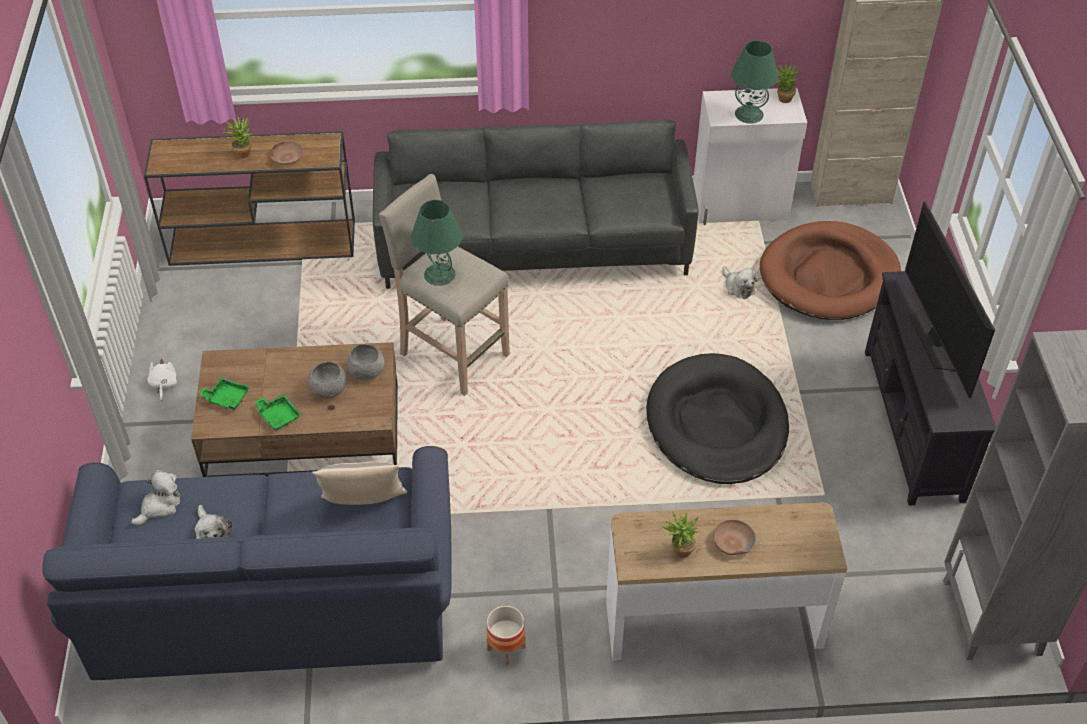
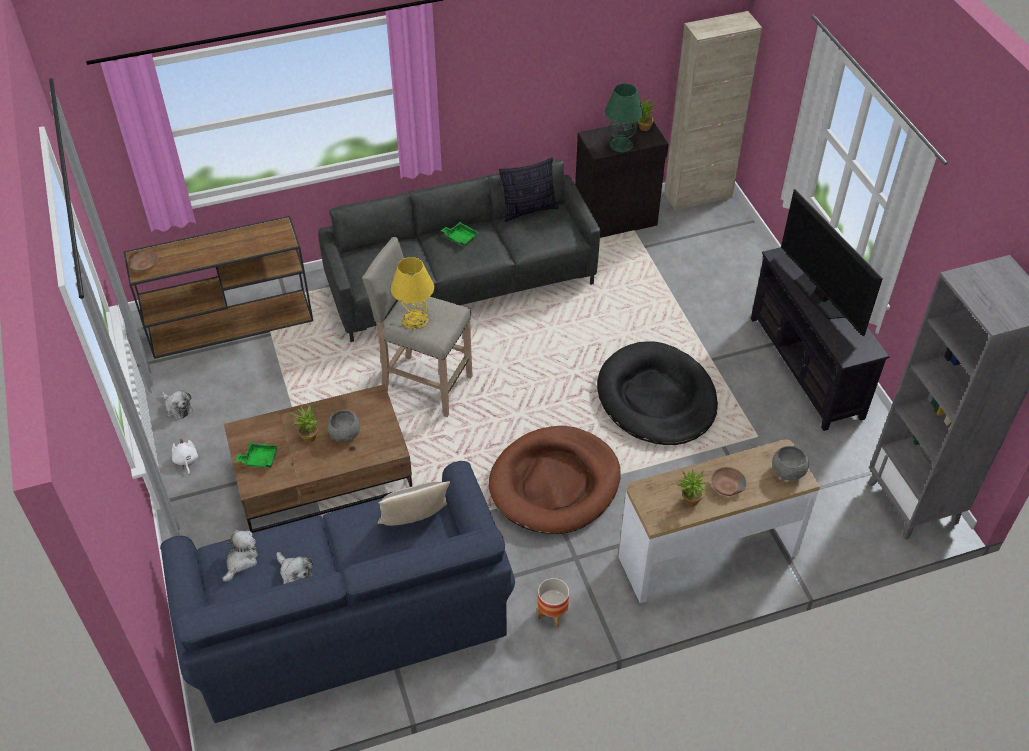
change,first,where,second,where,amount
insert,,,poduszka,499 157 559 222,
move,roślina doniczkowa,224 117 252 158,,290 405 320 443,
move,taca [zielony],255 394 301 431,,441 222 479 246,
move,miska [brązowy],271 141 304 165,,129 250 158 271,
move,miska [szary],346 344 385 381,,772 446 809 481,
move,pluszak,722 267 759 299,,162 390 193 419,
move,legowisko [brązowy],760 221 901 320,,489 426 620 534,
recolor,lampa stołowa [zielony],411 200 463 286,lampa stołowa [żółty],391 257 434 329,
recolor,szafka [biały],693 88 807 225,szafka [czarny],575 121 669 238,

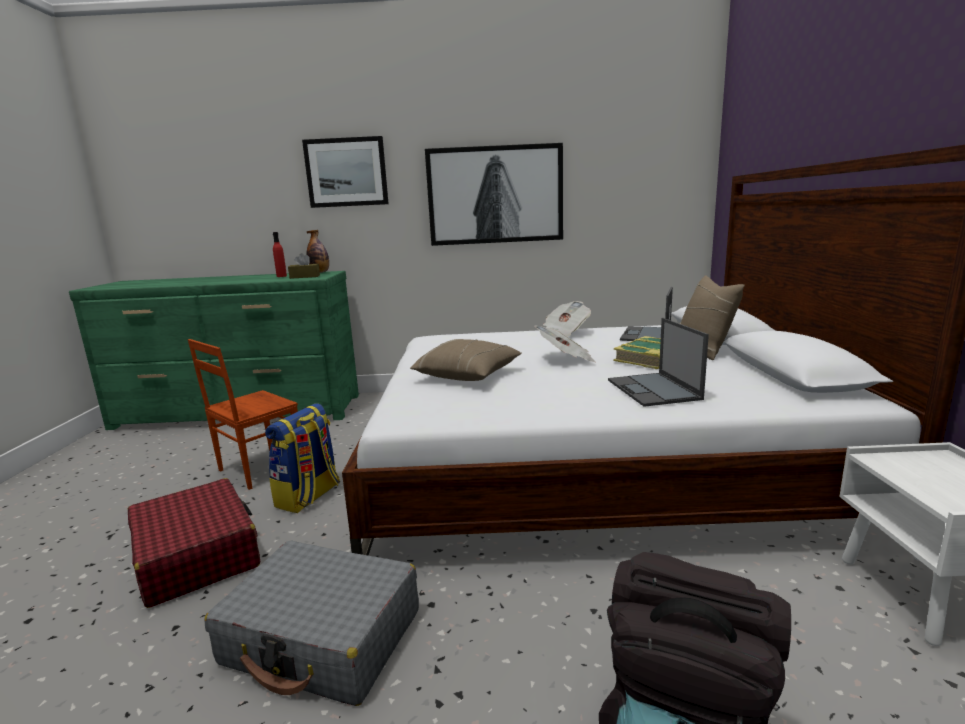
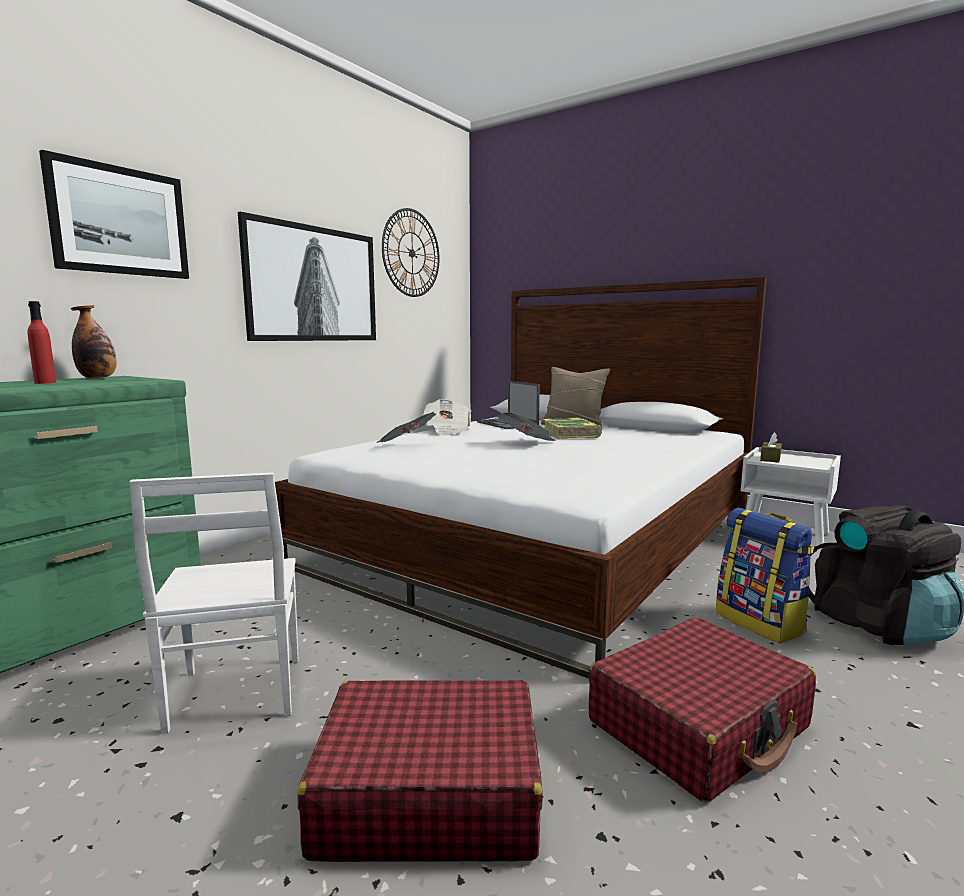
change,first,where,second,where,amount
delete,poduszka [beżowy],410 339 522 381,,,
delete,laptop,608 318 709 407,,,
insert,,,gazeta,377 412 436 443,
insert,,,zegar ścienny,382 208 440 297,
move,plecak,265 403 340 513,,716 508 814 643,
move,pudełko chusteczek [brązowy],288 253 320 279,,760 432 782 463,
recolor,krzesło [brązowy],188 339 298 490,krzesło [biały],129 473 298 734,
recolor,walizka [szary],204 540 419 706,walizka [czerwony],588 617 816 803,

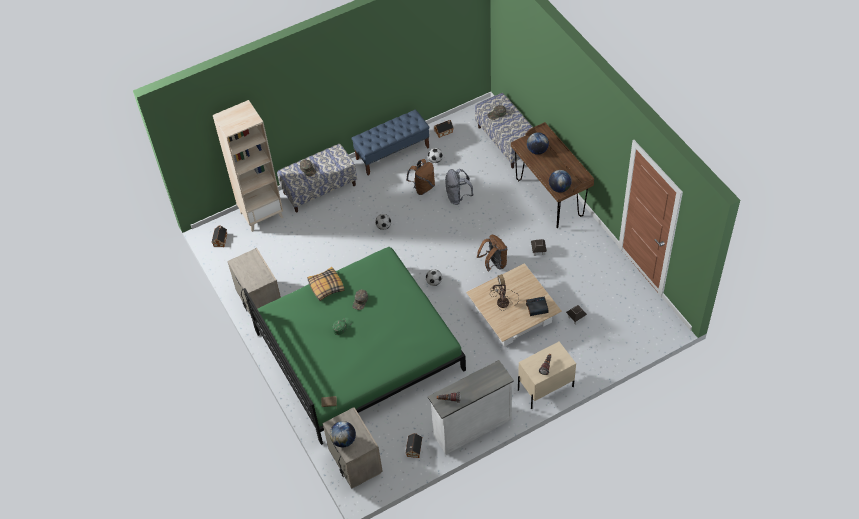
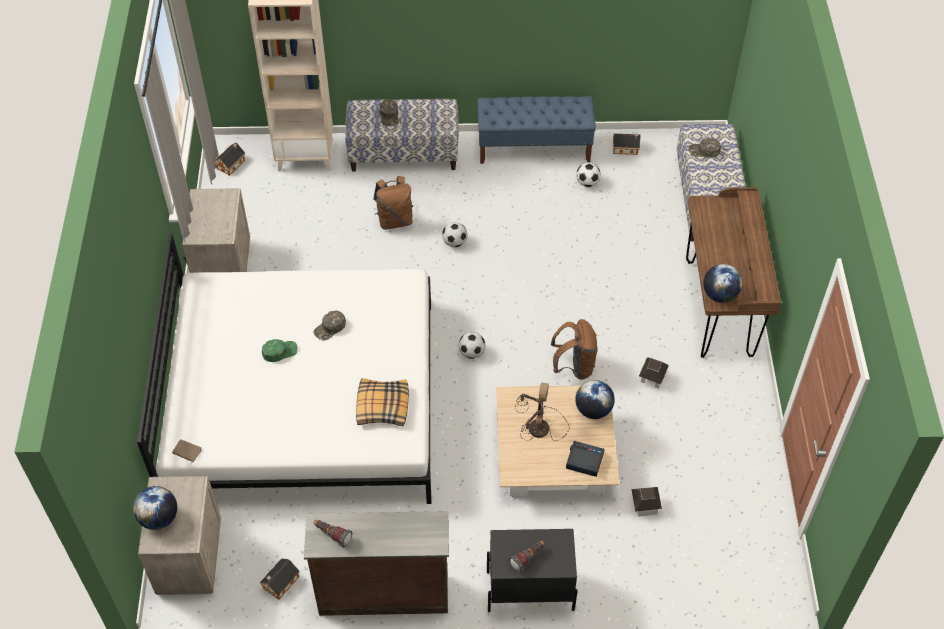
change,first,where,second,where,amount
delete,plecak [szary],445 169 473 205,,,
move,poduszka,307 267 345 301,,356 378 409 427,
move,plecak [brązowy],406 159 435 195,,373 176 414 230,
move,globus,527 132 549 155,,575 380 615 419,
recolor,łóżko [zielony],243 247 466 445,łóżko [biały],137 233 431 504,
recolor,komoda [biały],428 360 514 454,komoda [brązowy],304 511 449 616,
recolor,szafka nocna [beżowy],518 342 576 409,szafka nocna [czarny],487 529 578 612,

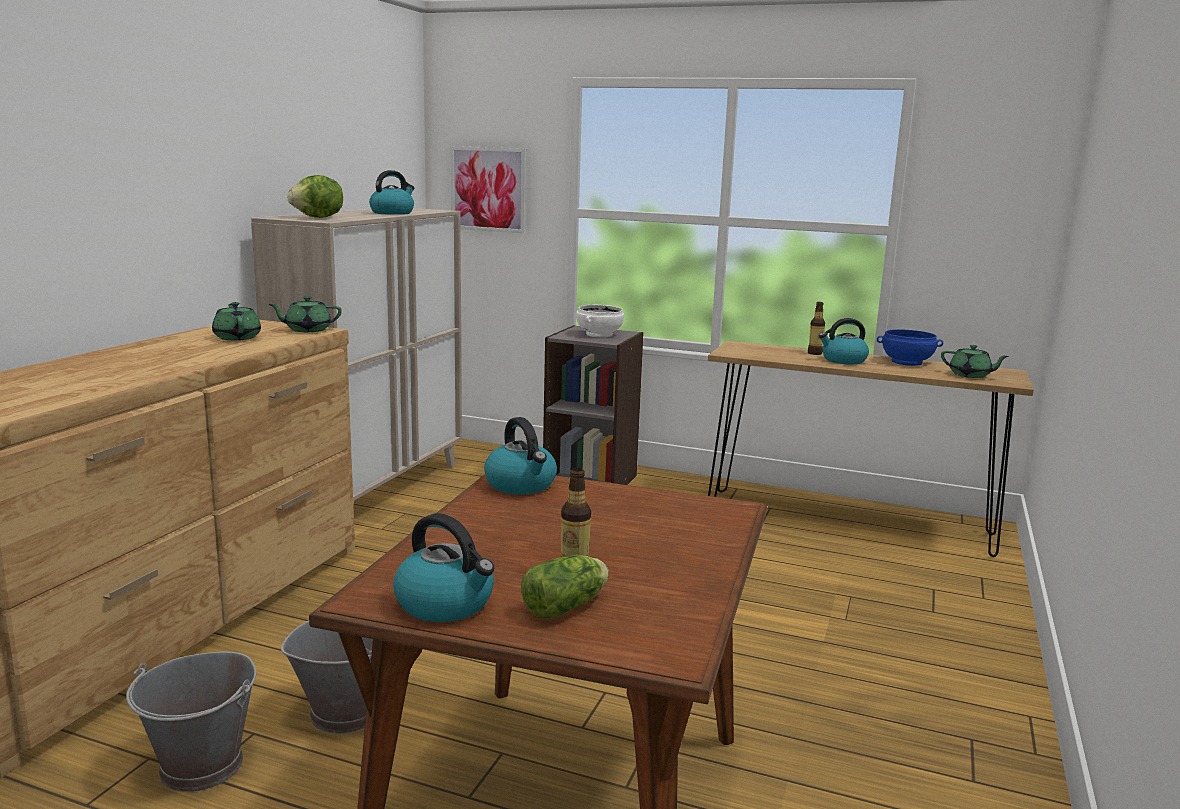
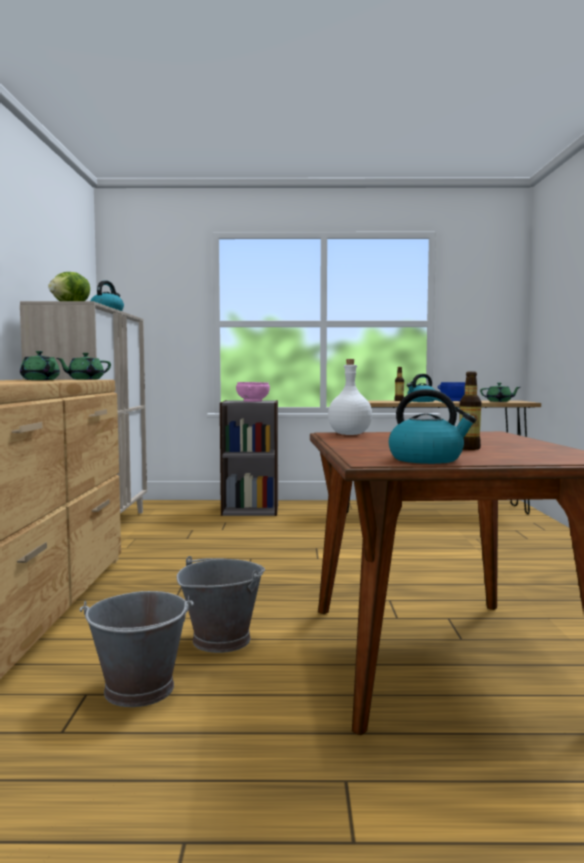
change,first,where,second,where,amount
delete,obraz,450 146 527 233,,,
delete,sałata,521 555 609 619,,,
replace,czajnik,484 417 557 495,butelka [biały],328 359 372 435,
recolor,miska [biały],576 305 624 337,miska [różowy],236 382 270 402,

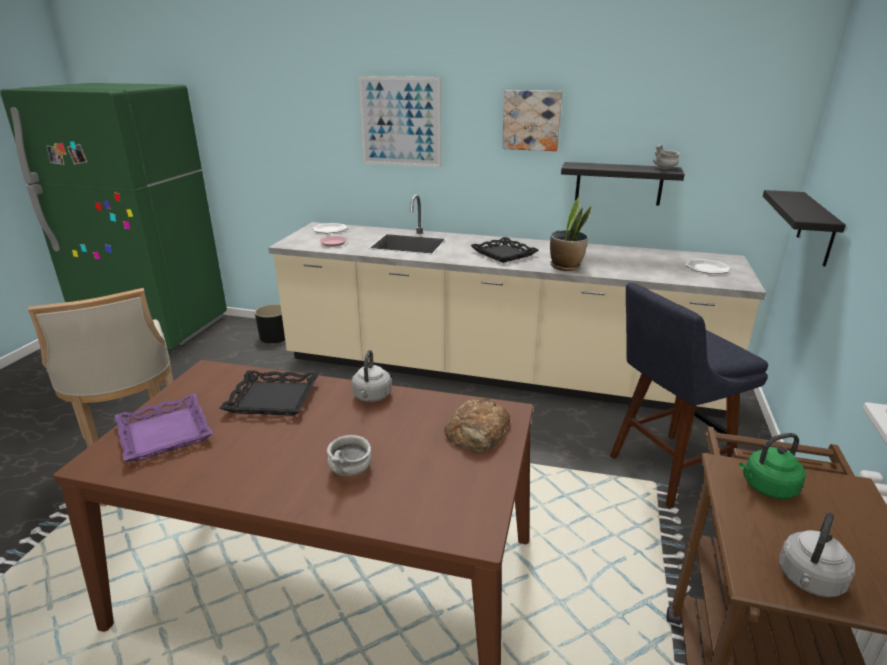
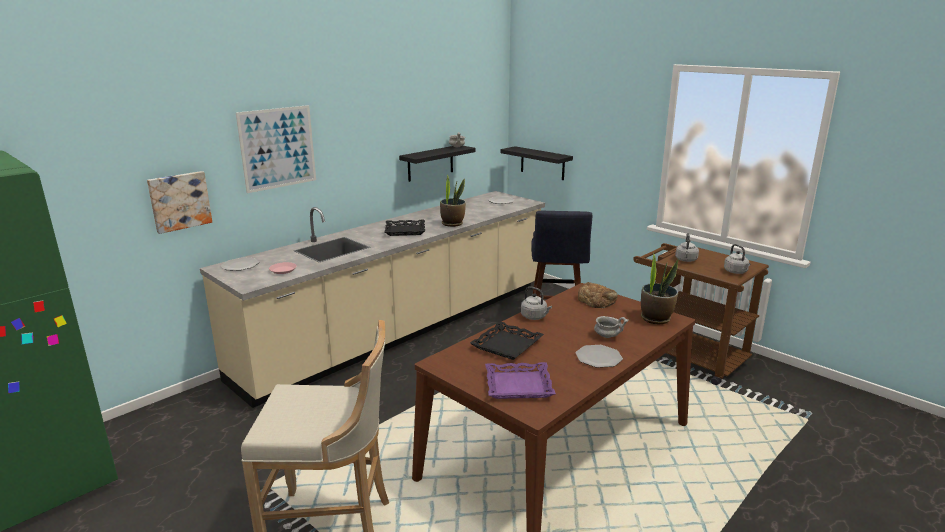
change,first,where,second,where,amount
delete,donica [czarny],255 304 285 343,,,
insert,,,talerz,576 345 623 368,
insert,,,roślina doniczkowa,641 253 678 324,
move,obraz,502 90 562 151,,147 171 212 234,
recolor,czajnik [zielony],739 433 805 499,czajnik [szary],675 233 699 262,

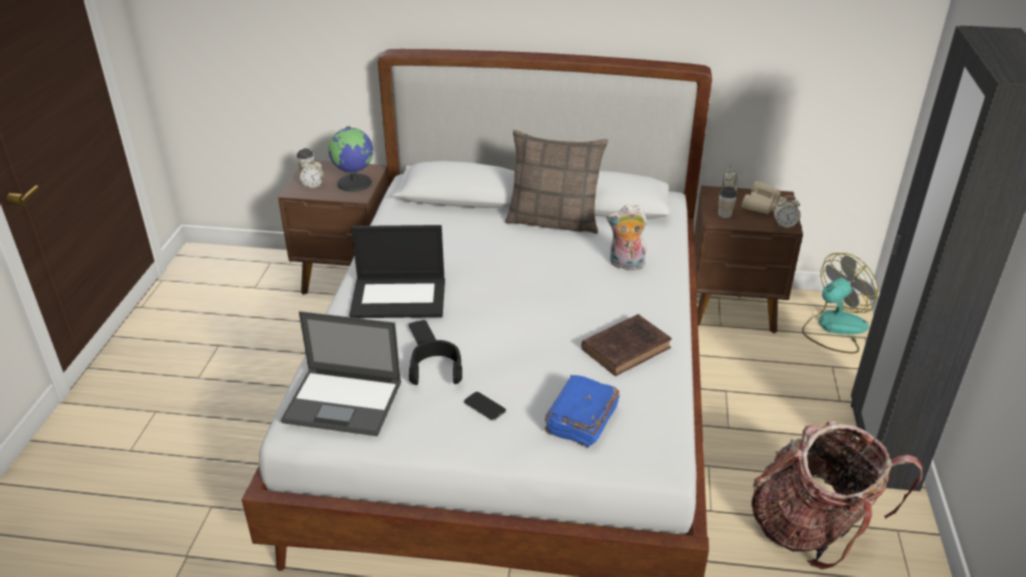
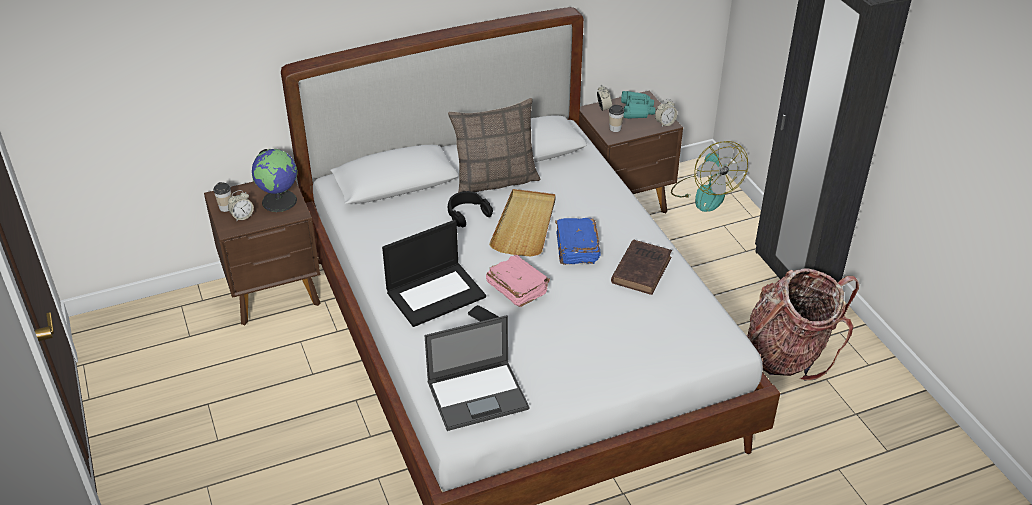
change,first,where,second,where,amount
delete,telefon,464 392 506 421,,,
delete,pluszak,607 205 647 270,,,
insert,,,książka [różowy],486 255 550 307,
insert,,,taca [beżowy],489 189 556 256,
move,słuchawki [czarny],409 340 462 385,,448 191 493 227,
move,książka [niebieski],545 375 620 448,,555 218 601 265,
recolor,lornetka [beżowy],742 181 787 214,lornetka [turkusowy],621 91 655 119,
rotate,wentylator,802 253 879 354,,671 141 748 212,135 degrees clockwise

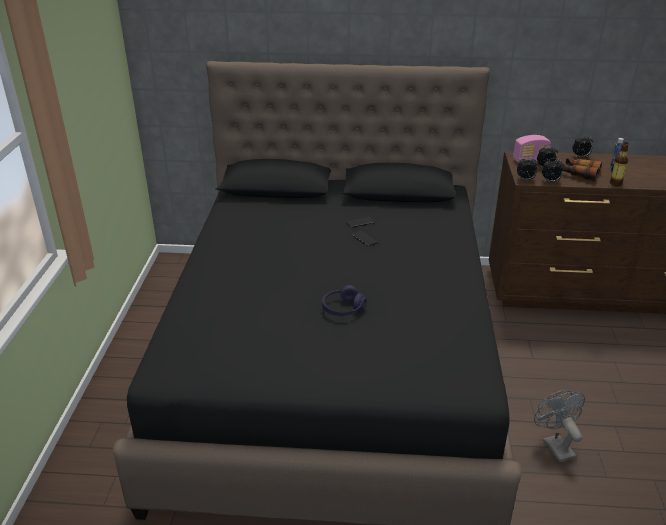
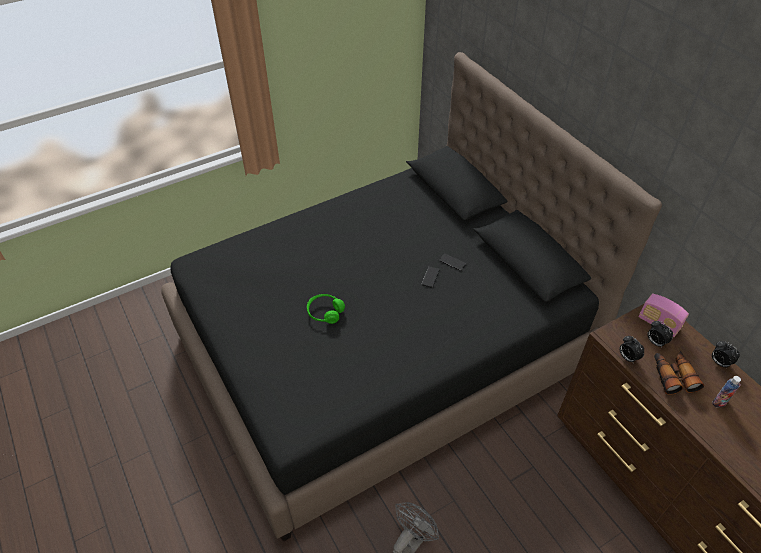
change,first,where,second,where,amount
delete,budzik,517 156 538 180,,,
delete,butelka,610 142 629 186,,,
recolor,słuchawki [fioletowy],322 285 367 316,słuchawki [zielony],307 294 345 324,

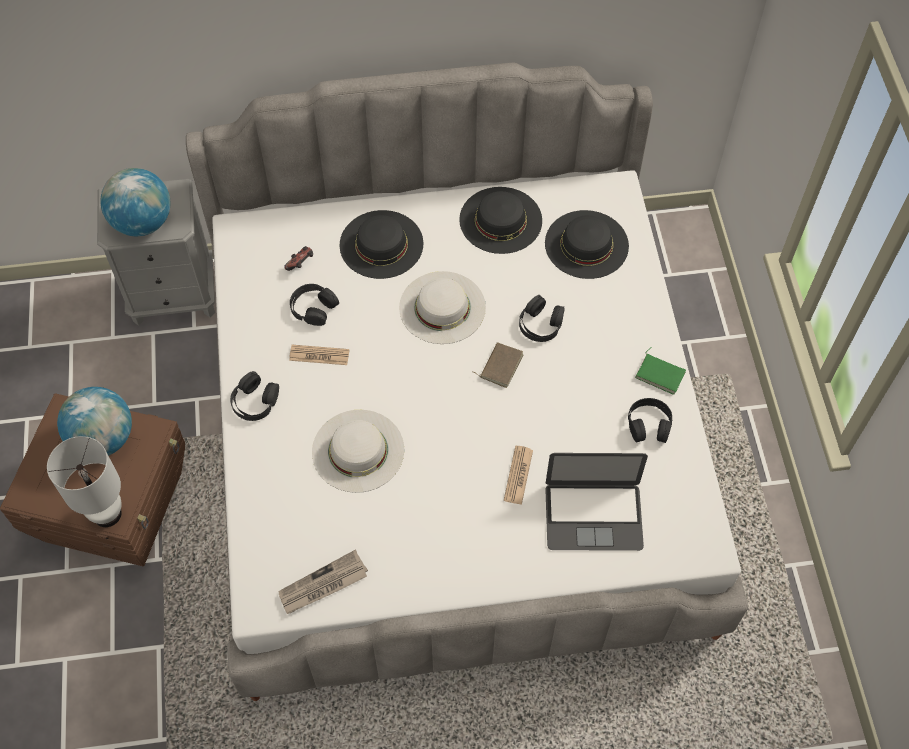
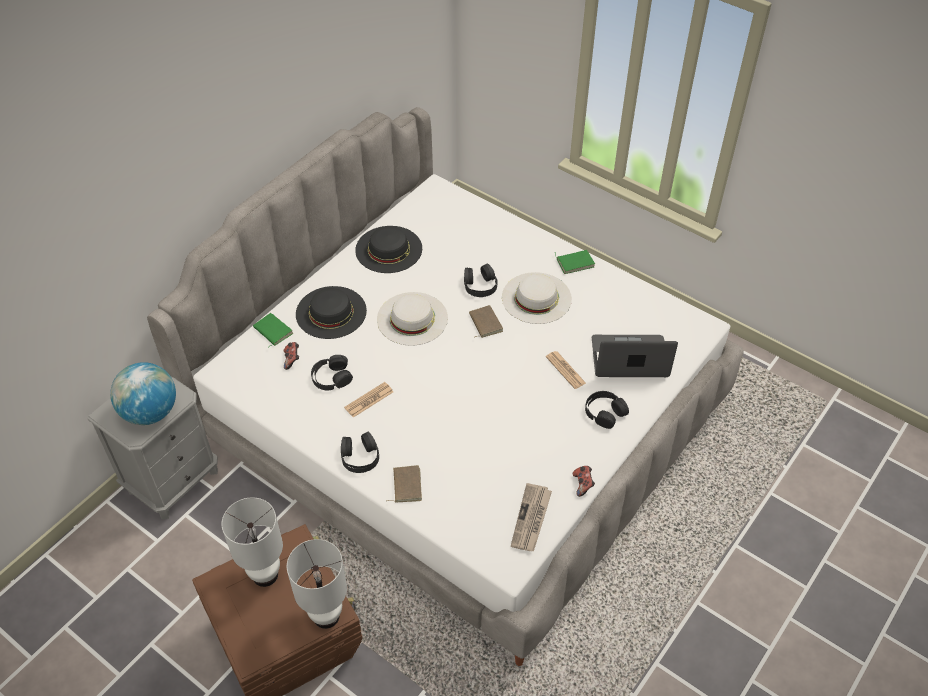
change,first,where,second,where,amount
delete,kapelusz [czarny],545 210 629 279,,,
insert,,,książka [zielony],253 313 293 348,
insert,,,książka [brązowy],386 465 422 503,
insert,,,pad do gier,573 466 595 497,
move,kapelusz [biały],312 410 404 493,,502 272 572 324,
move,słuchawki [czarny],628 398 672 443,,585 391 629 429,
replace,globus,57 387 132 456,lampa stołowa [biały],221 497 283 587,
rotate,laptop,545 453 648 551,,592 335 678 377,135 degrees counterclockwise

